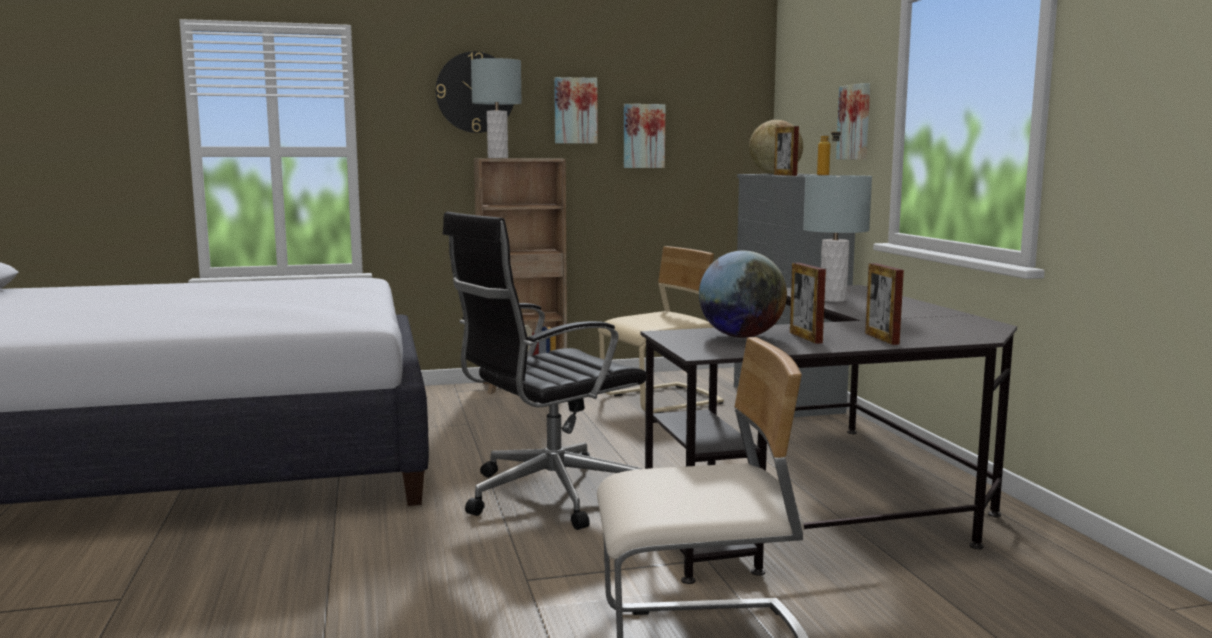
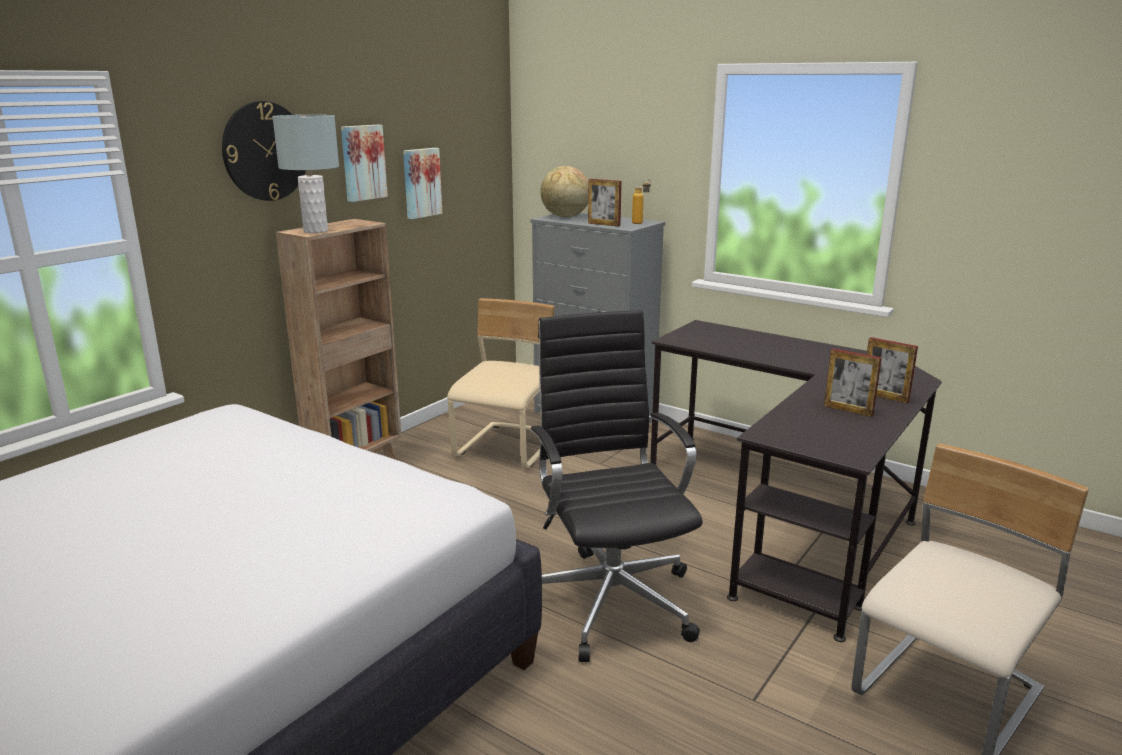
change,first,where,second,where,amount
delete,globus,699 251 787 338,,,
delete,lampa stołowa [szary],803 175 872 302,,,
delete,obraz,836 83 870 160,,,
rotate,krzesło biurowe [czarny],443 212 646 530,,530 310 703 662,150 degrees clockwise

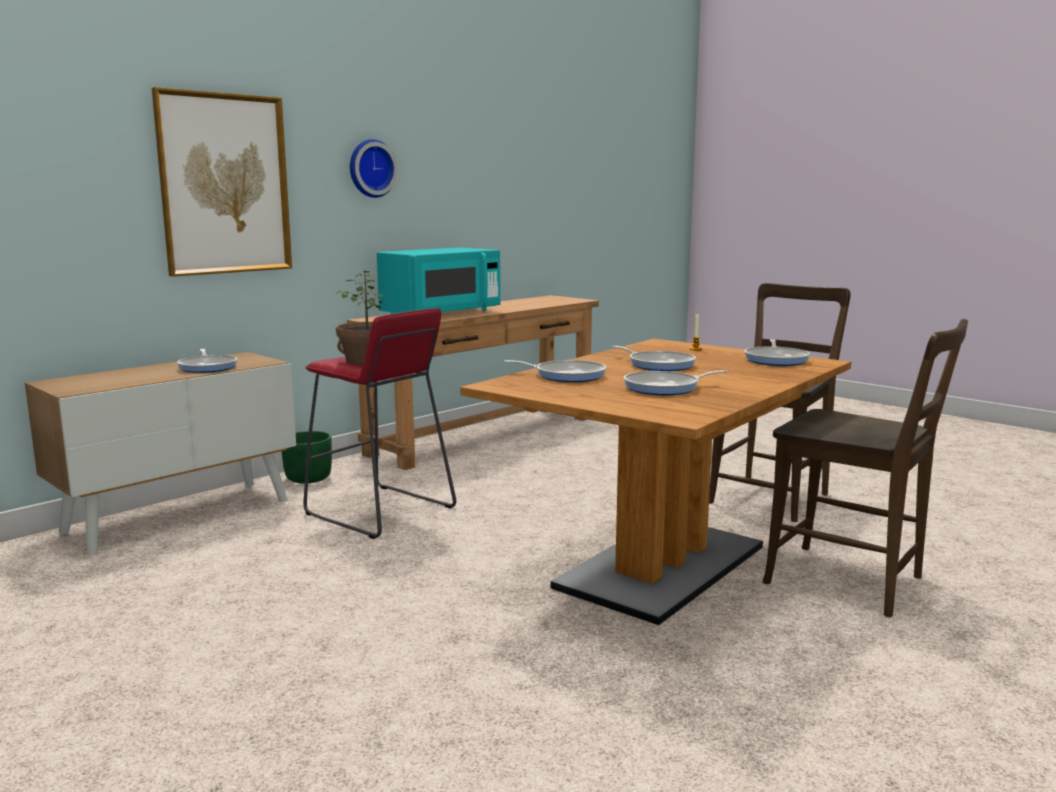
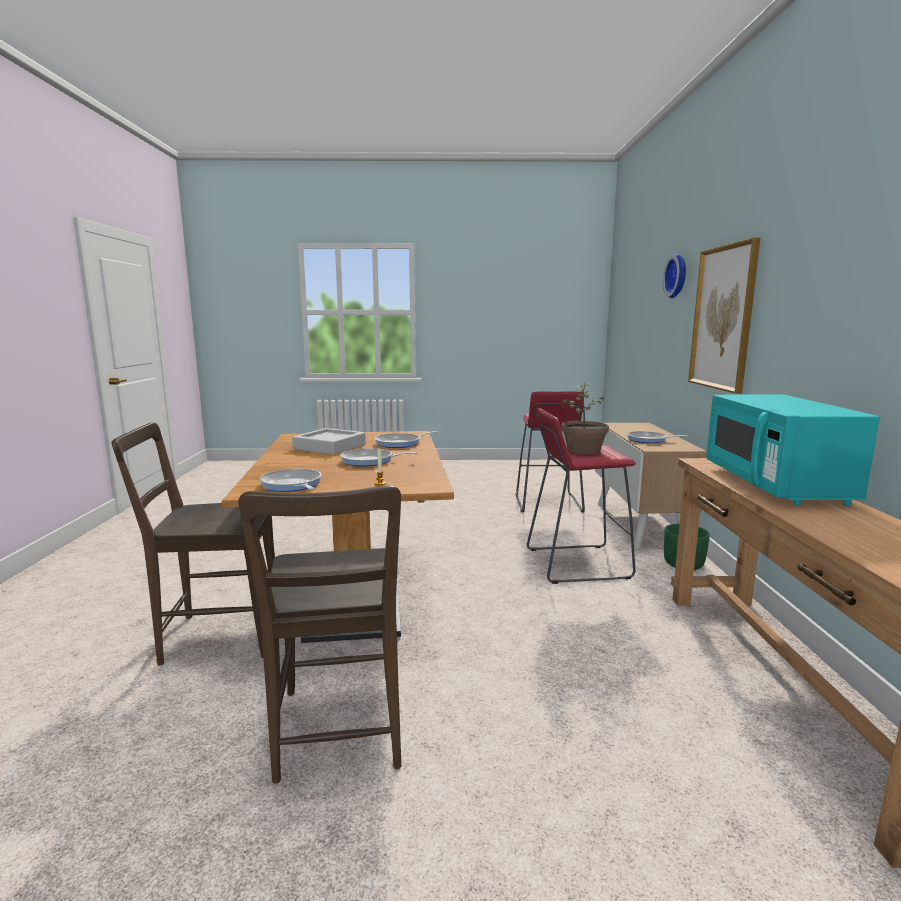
change,first,where,second,where,amount
insert,,,stołek [czerwony],515 391 585 512,
move,zegar ścienny,350 139 398 198,,663 253 686 298,
replace,patelnia,624 370 728 395,taca [szary],292 428 366 455,

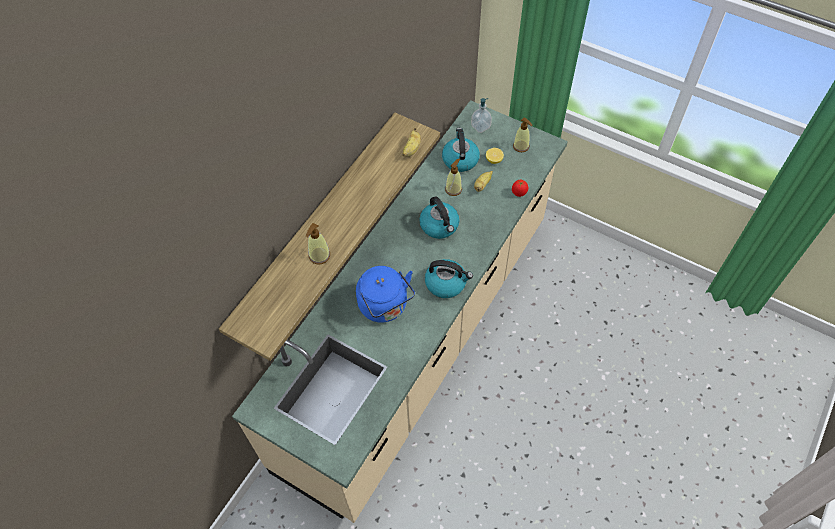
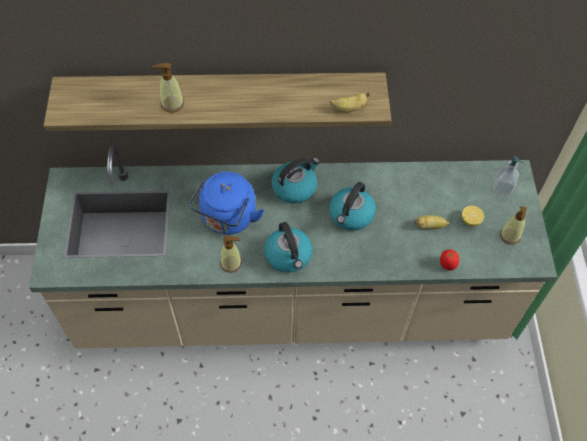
change,first,where,second,where,amount
move,czajnik,442 128 480 172,,272 157 320 204,
move,dozownik mydła,445 159 462 196,,220 236 242 273,

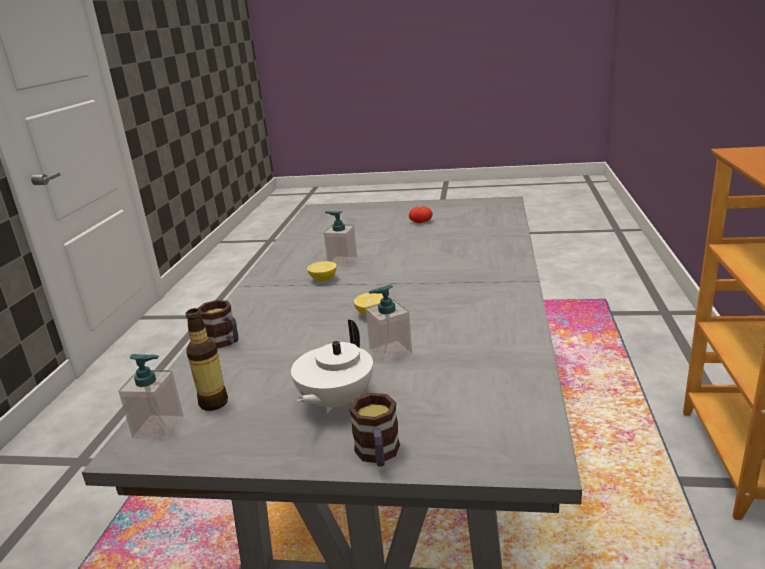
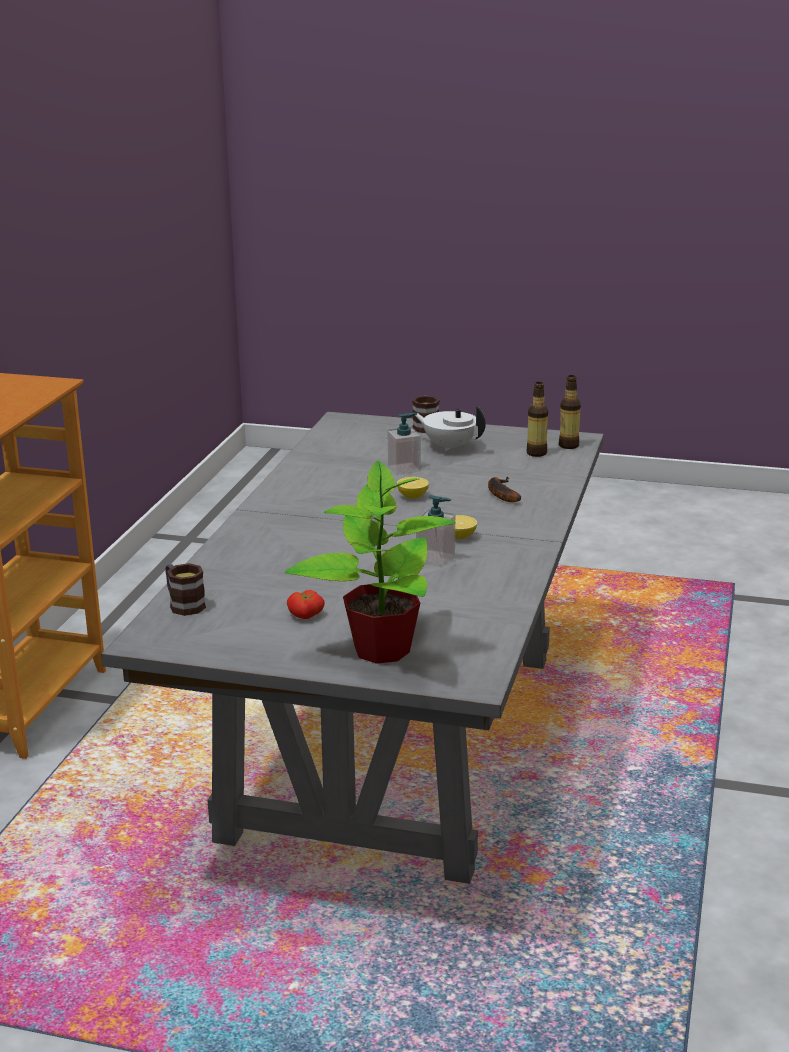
change,first,where,second,where,amount
insert,,,roślina doniczkowa,285 461 456 664,
insert,,,banan,488 477 521 502,
move,kubek,197 300 238 349,,165 563 206 616,
replace,dozownik mydła,118 354 184 439,butelka,559 375 581 449,
rotate,imbryk [biały],291 320 373 414,,415 406 486 452,90 degrees counterclockwise

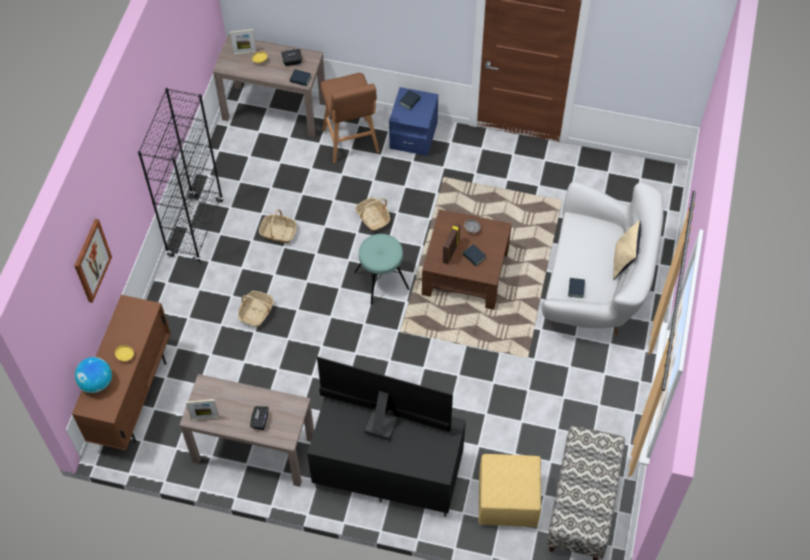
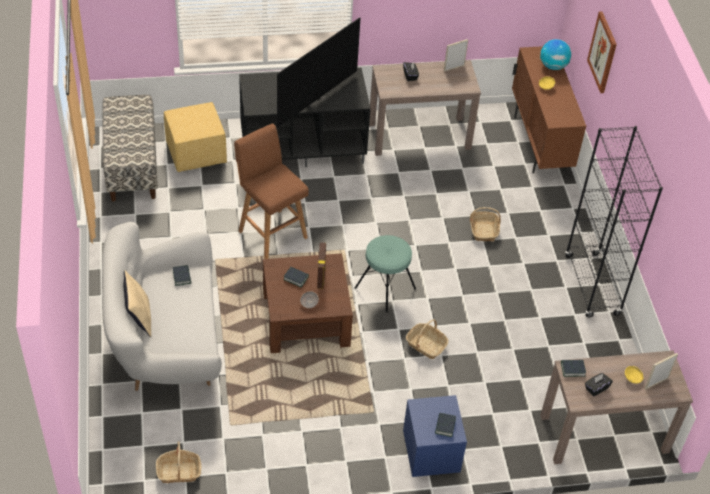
change,first,where,second,where,amount
move,koszyk,259 210 297 243,,156 441 201 483,
move,stołek [brązowy],320 73 379 163,,234 124 309 259,
rotate,telewizor,317 357 453 440,,277 17 360 128,45 degrees counterclockwise

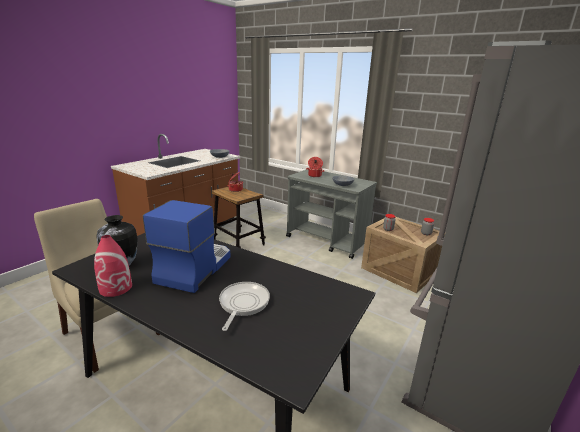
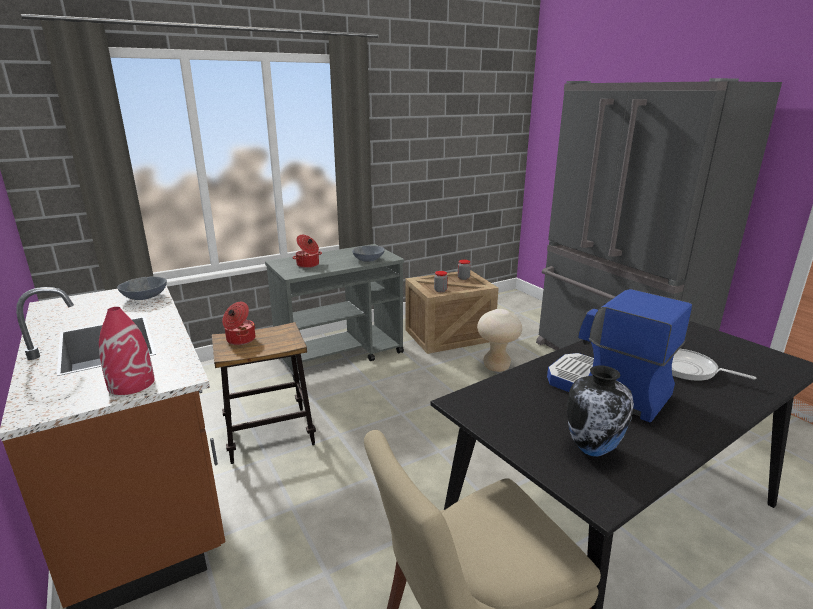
change,first,where,second,where,amount
insert,,,stołek [beżowy],477 309 522 372,
move,wazon [czerwony],94 235 132 297,,99 307 155 395,

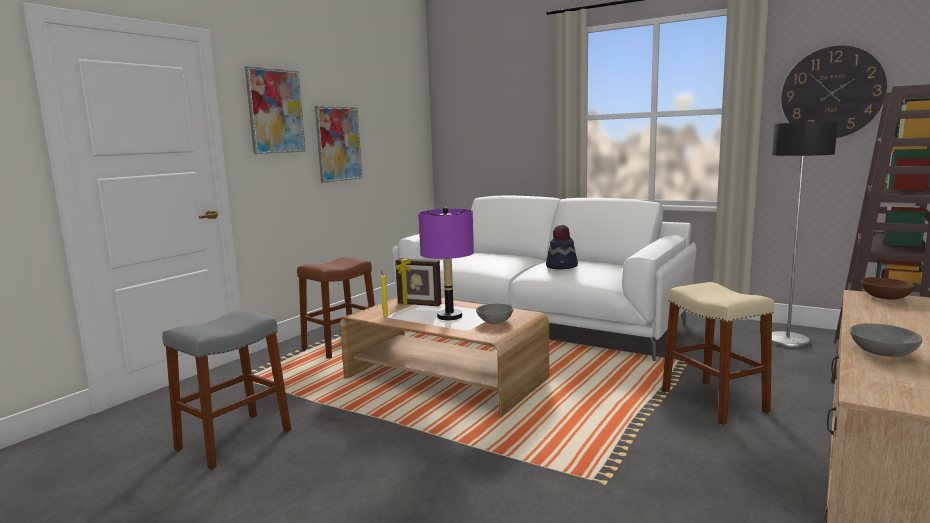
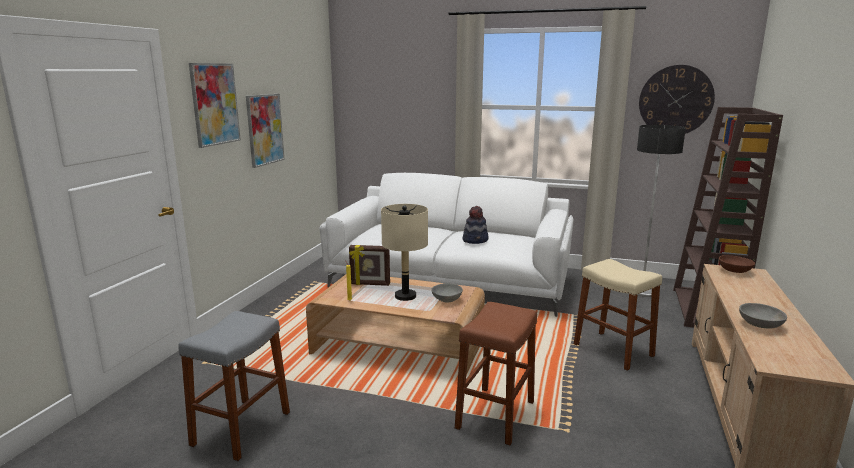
change,first,where,second,where,amount
move,stołek [brązowy],297 257 375 359,,455 302 537 445,
recolor,lampa stołowa [fioletowy],418 208 474 320,lampa stołowa [beżowy],381 204 428 301,

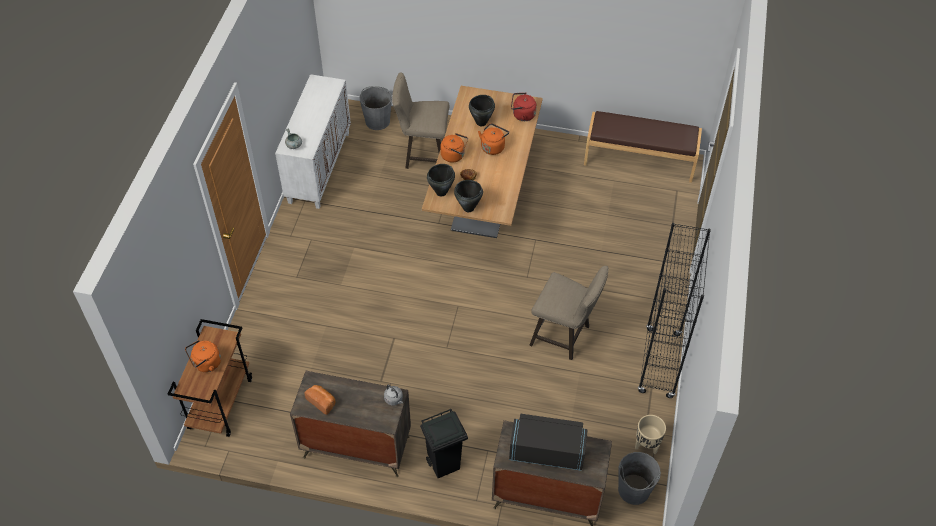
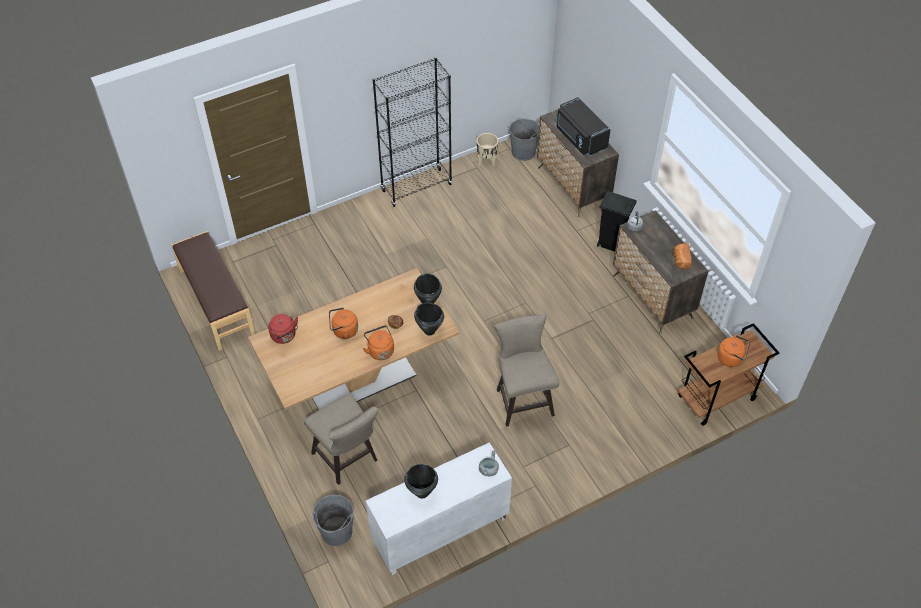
change,first,where,second,where,amount
move,garnek [czarny],469 95 495 126,,404 464 438 499,
move,stołek [beżowy],529 266 609 360,,494 315 559 427,

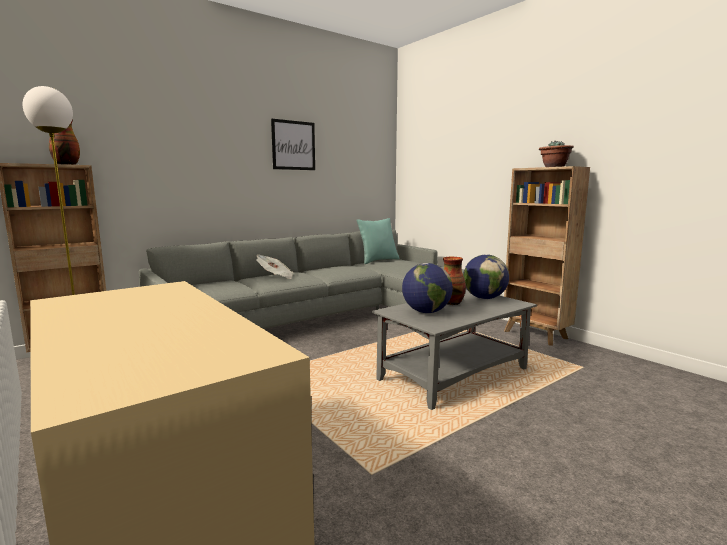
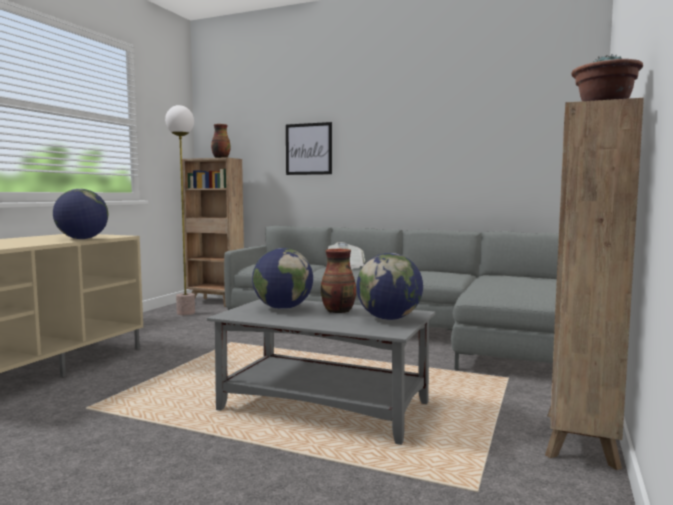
change,first,where,second,where,amount
delete,poduszka [turkusowy],356 218 399 264,,,
insert,,,globus,53 189 108 239,
move,obraz,271 119 315 170,,286 122 332 175,

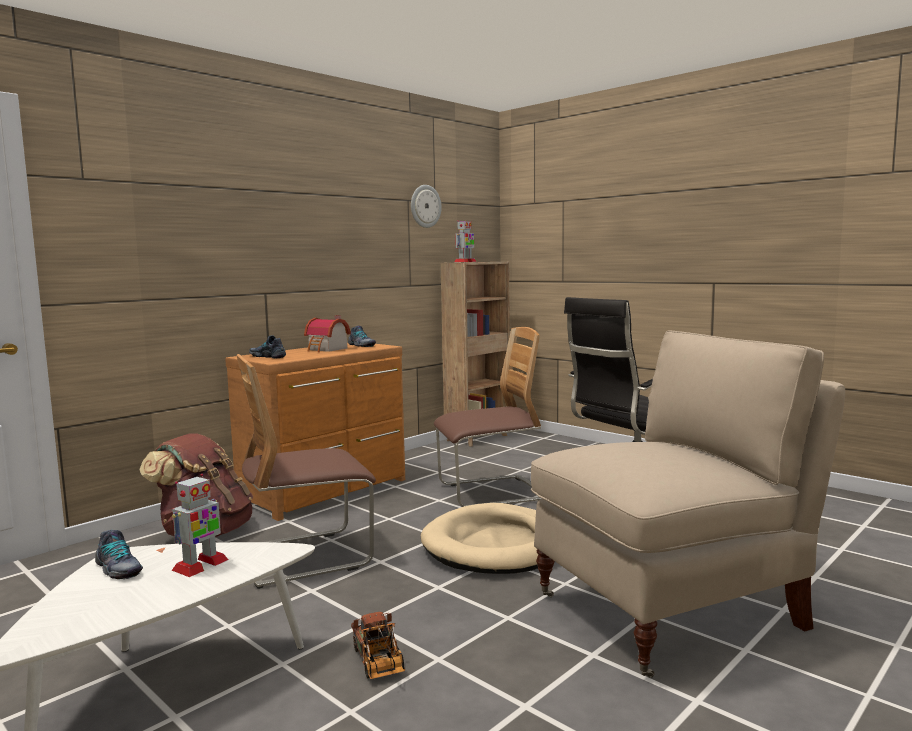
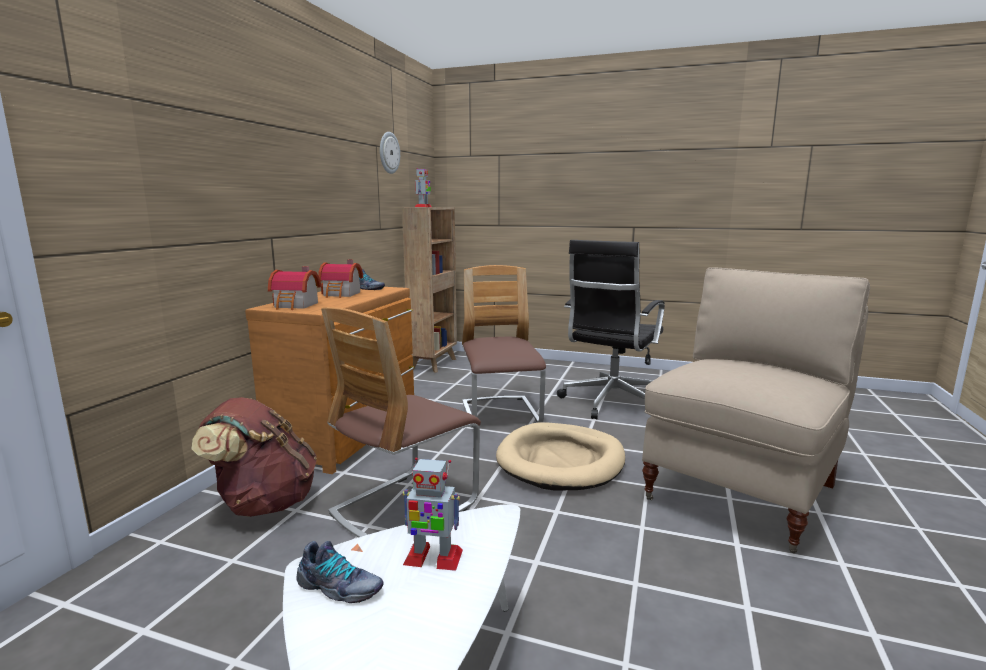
change,first,where,second,where,amount
delete,ciężarówka zabawkowa,351 612 405 679,,,
replace,but,249 335 286 358,domek,268 266 321 310,
rotate,robot zabawkowy,172 474 229 577,,403 457 463 571,90 degrees clockwise
rotate,krzesło,434 327 542 507,,462 265 546 427,60 degrees counterclockwise

